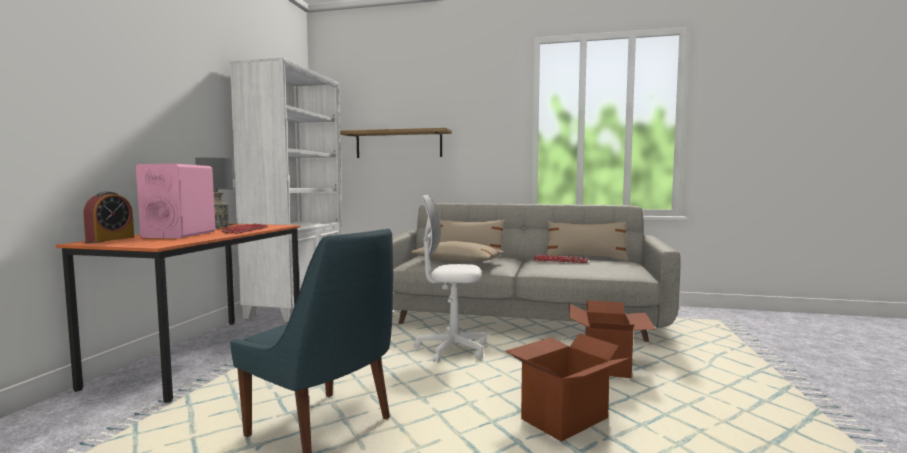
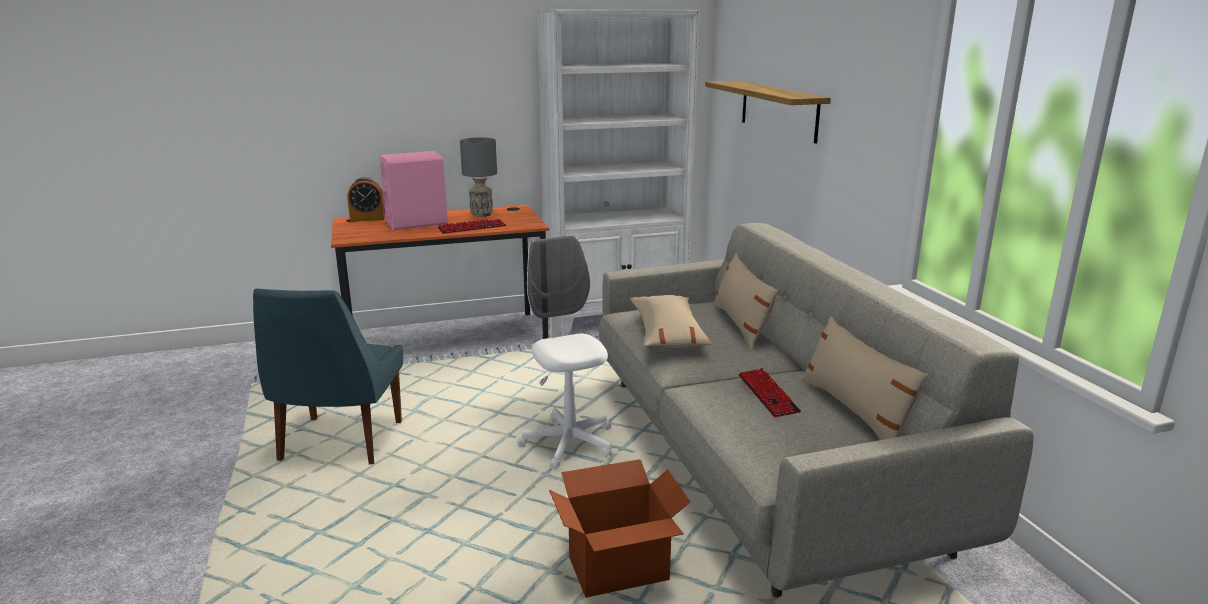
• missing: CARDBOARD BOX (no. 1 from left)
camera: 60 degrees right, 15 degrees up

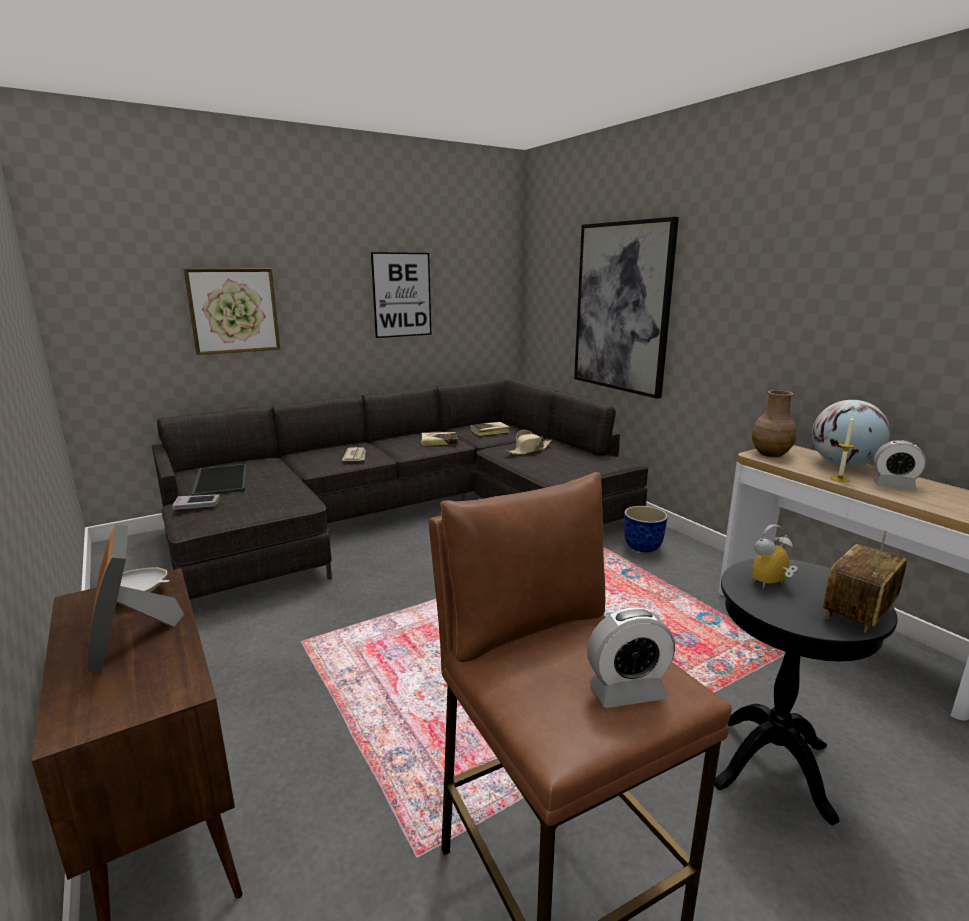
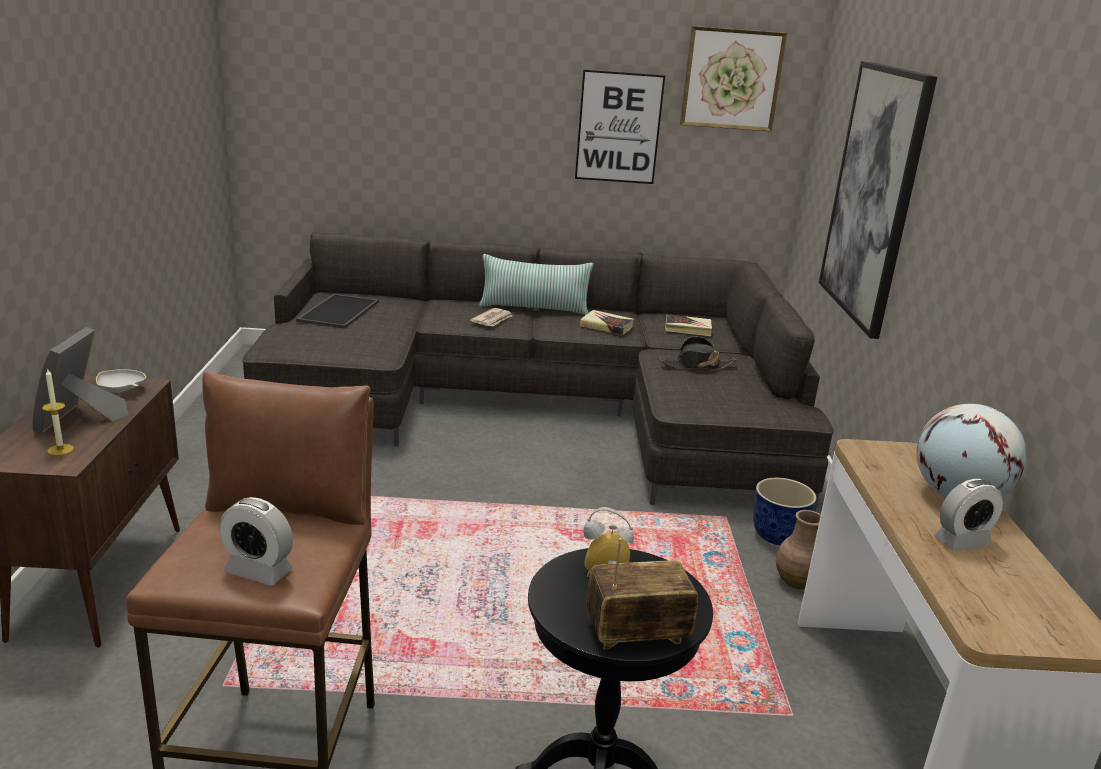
• relocated: CANDLE
• appeared: PILLOW
• colour: BEIGE HAT to BLACK HAT
• relocated: PICTURE (no. 1 from left in the first image) to PICTURE (no. 2 from left)
• relocated: BROWN VASE
• spun: ALARM CLOCK (no. 3 from left) 75 degrees counterclockwise
• missing: BOOK (no. 1 from left)
camera: 30 degrees right, 5 degrees up

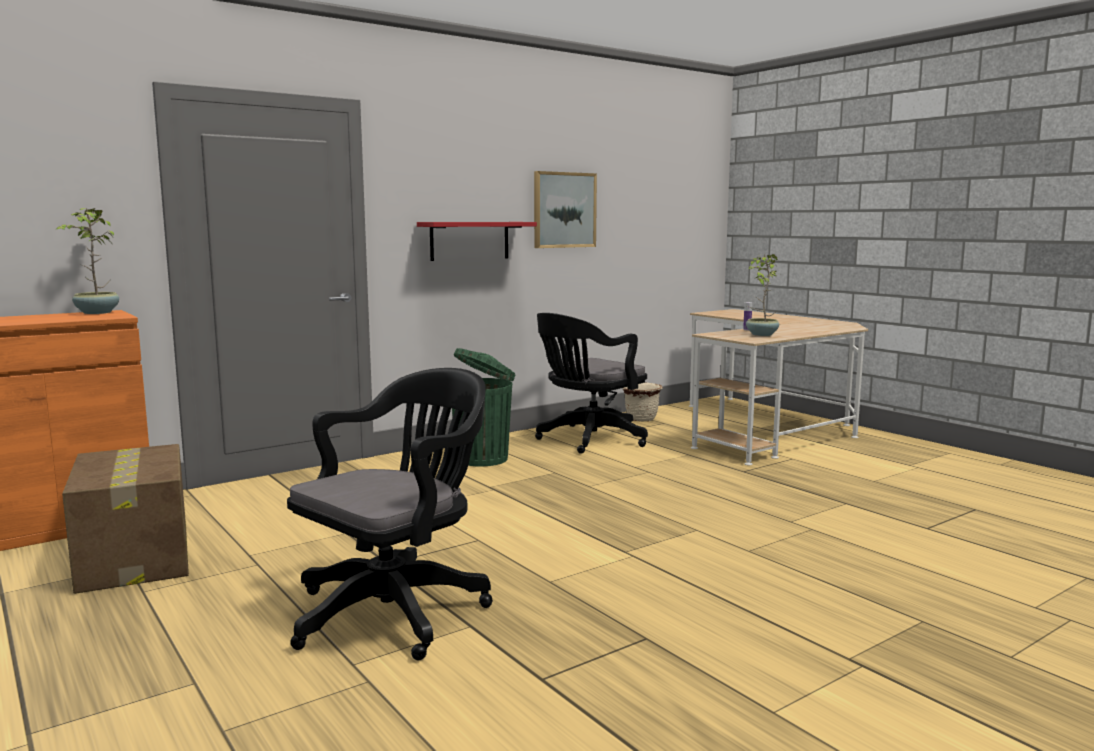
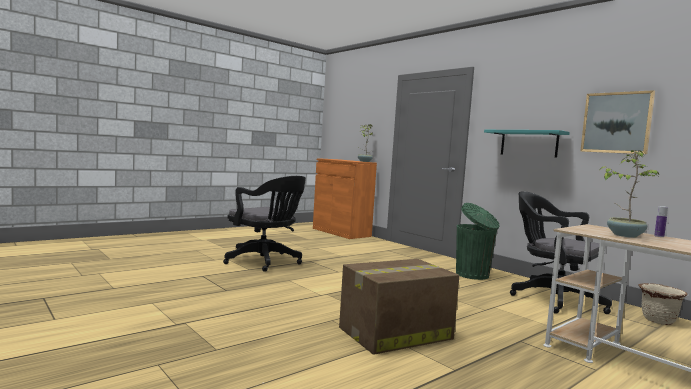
• relocated: CARDBOARD BOX
• colour: RED SHELF to TURQUOISE SHELF
camera: 85 degrees right, 5 degrees down

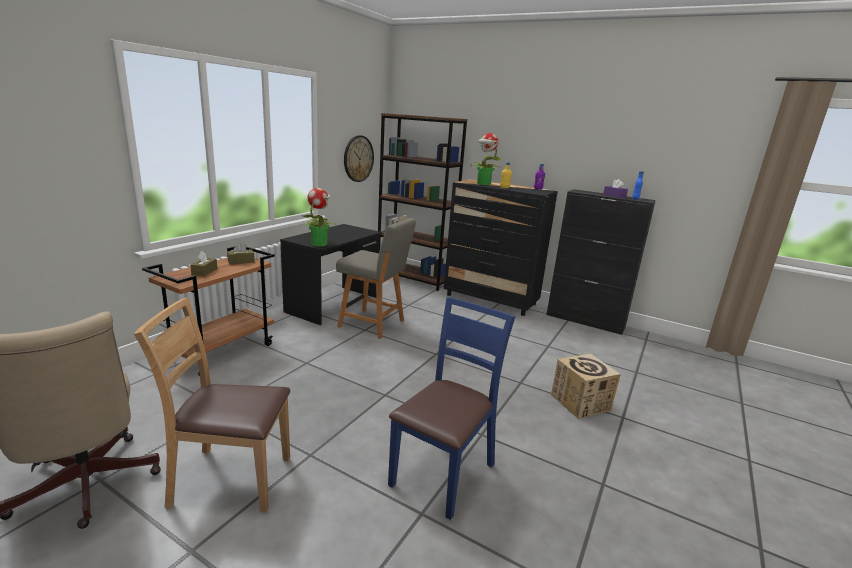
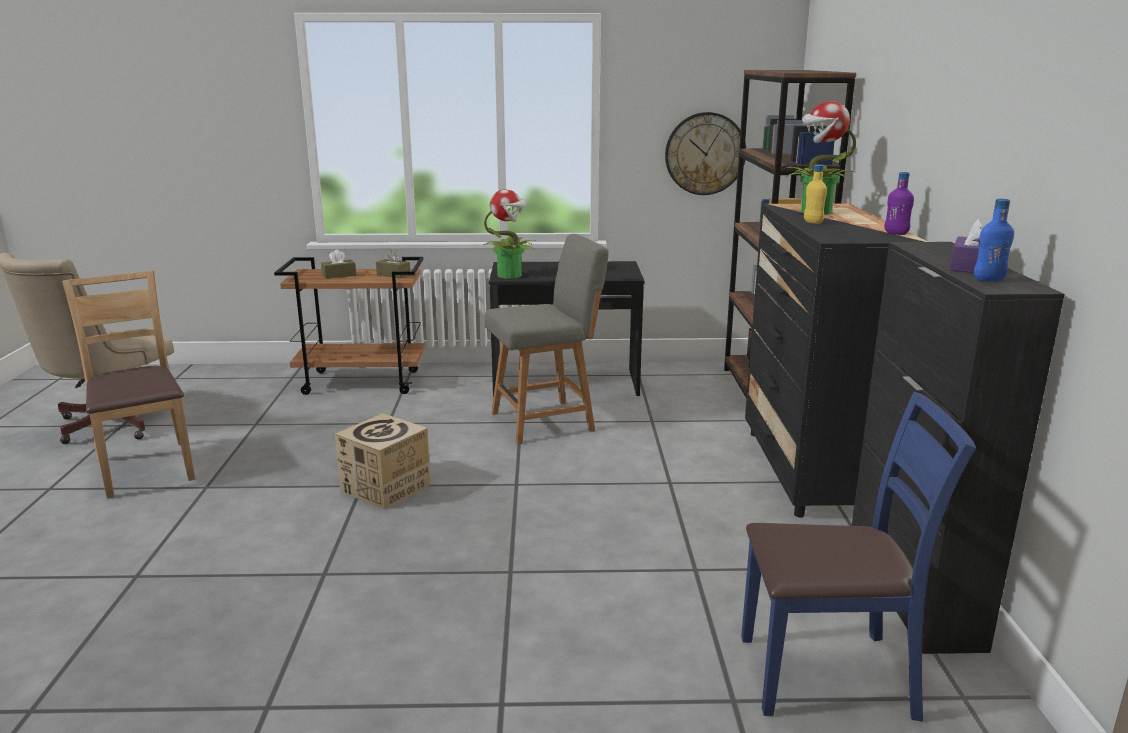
• relocated: CARDBOARD BOX
• spun: GREY CHAIR 105 degrees counterclockwise
• relocated: BLUE CHAIR
camera: 60 degrees right, 0 degrees up

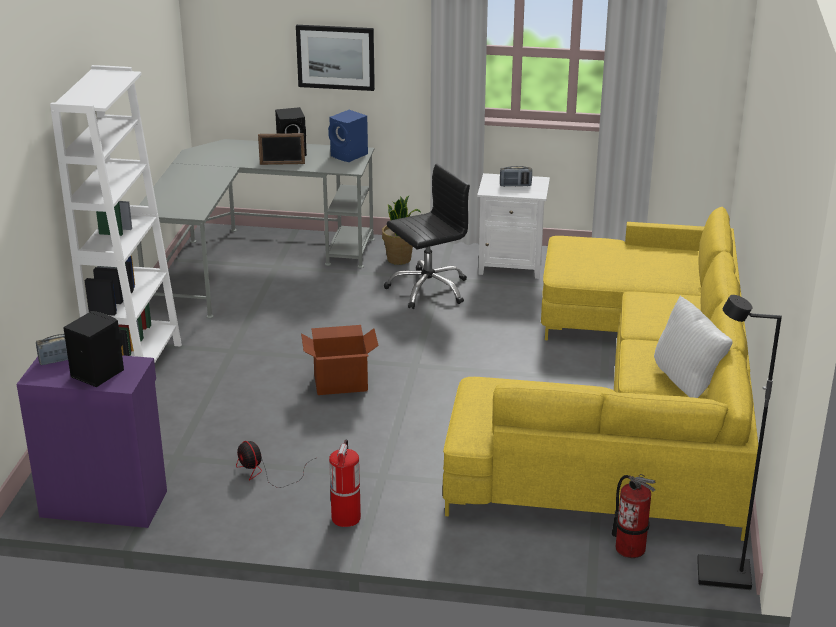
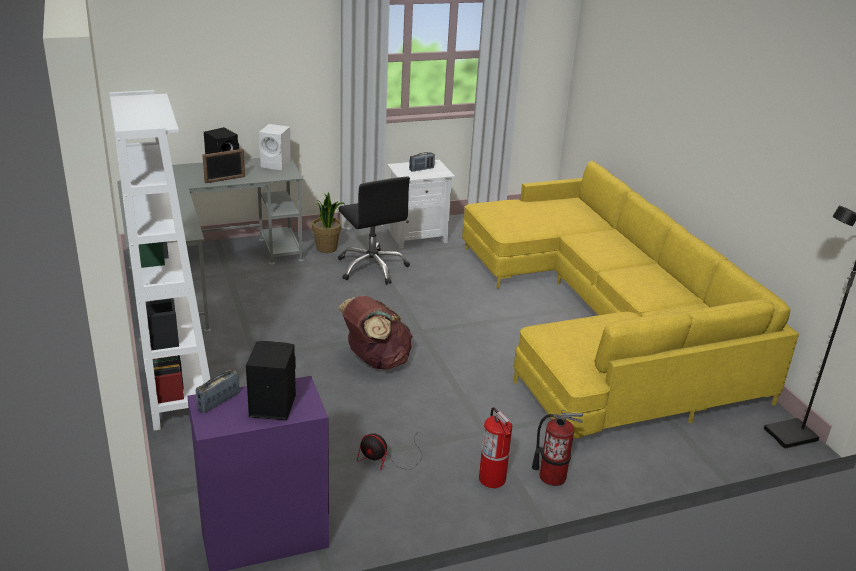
• colour: BLUE SPEAKER to WHITE SPEAKER
• exchanged: CARDBOARD BOX to BROWN BACKPACK
• spun: BLACK OFFICE CHAIR 120 degrees clockwise
• relocated: FIRE EXTINGUISHER (no. 2 from left)
• missing: PICTURE
• missing: WHITE PILLOW
camera: 30 degrees left, 0 degrees up

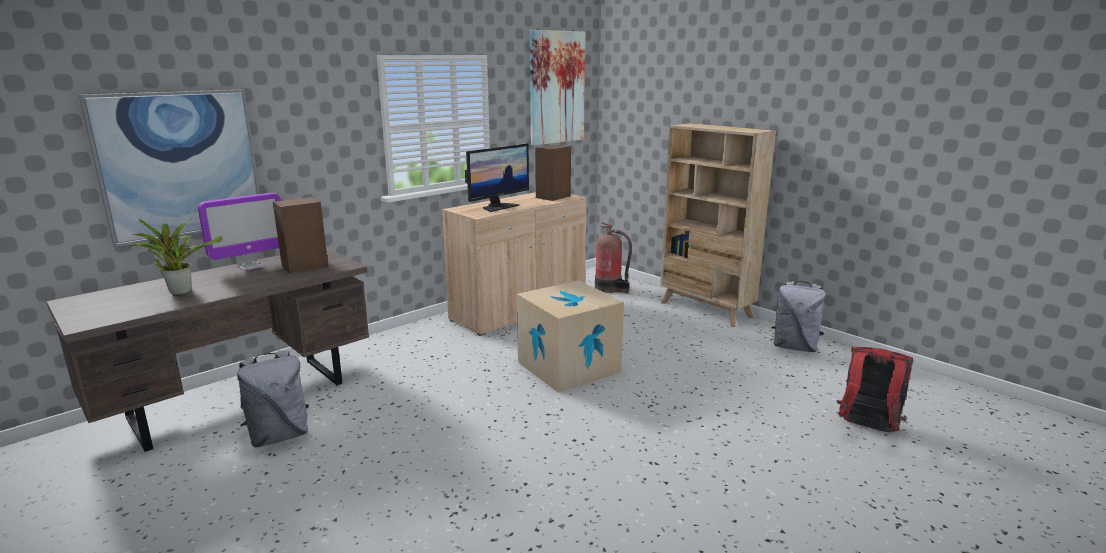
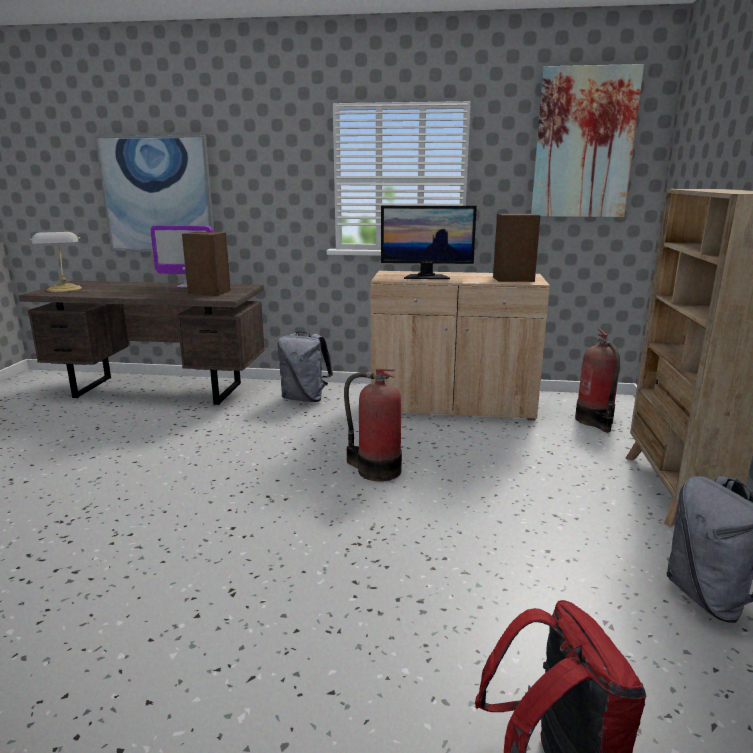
• appeared: TABLE LAMP
• relocated: GREY BACKPACK (no. 1 from left)
• exchanged: CARDBOARD BOX to FIRE EXTINGUISHER (no. 1 from left)
• missing: POTTED PLANT
camera: 50 degrees right, 0 degrees up

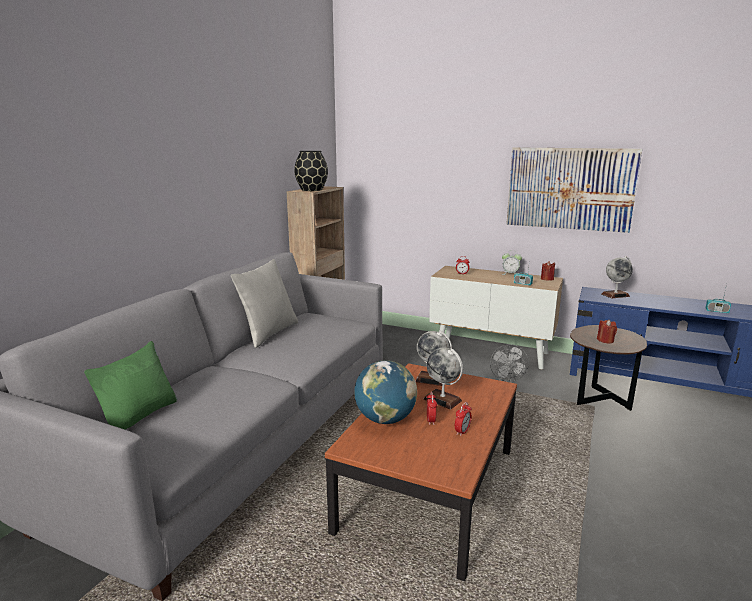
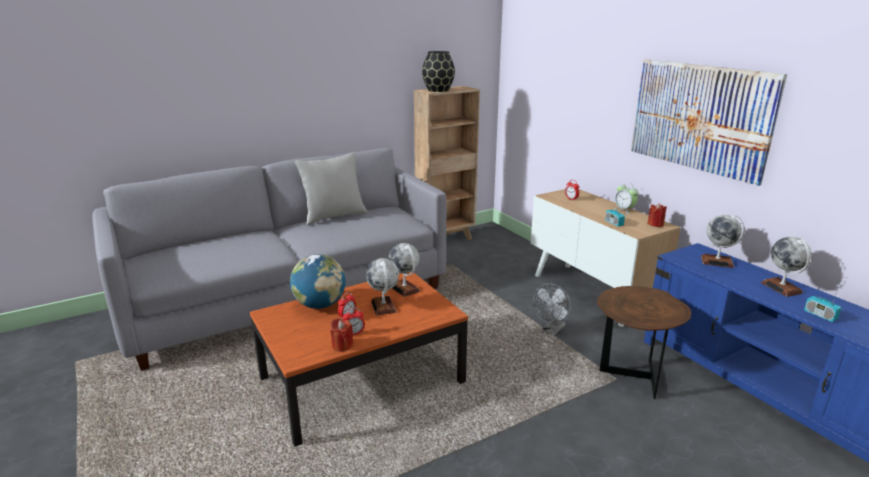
• relocated: RED CANDLE (no. 2 from left in the first image) to RED CANDLE (no. 1 from left)
• appeared: GLOBE (no. 5 from left)
• missing: GREEN PILLOW
camera: 35 degrees right, 5 degrees up

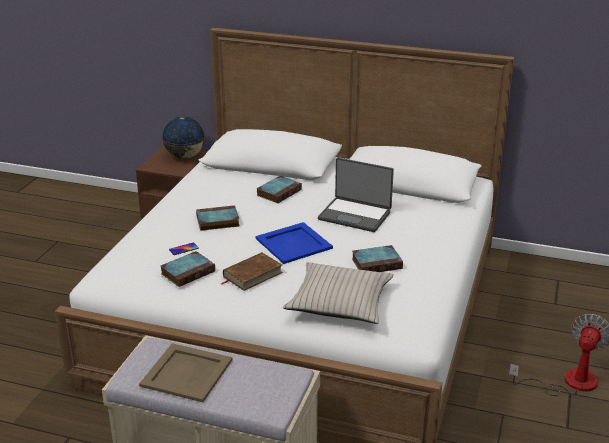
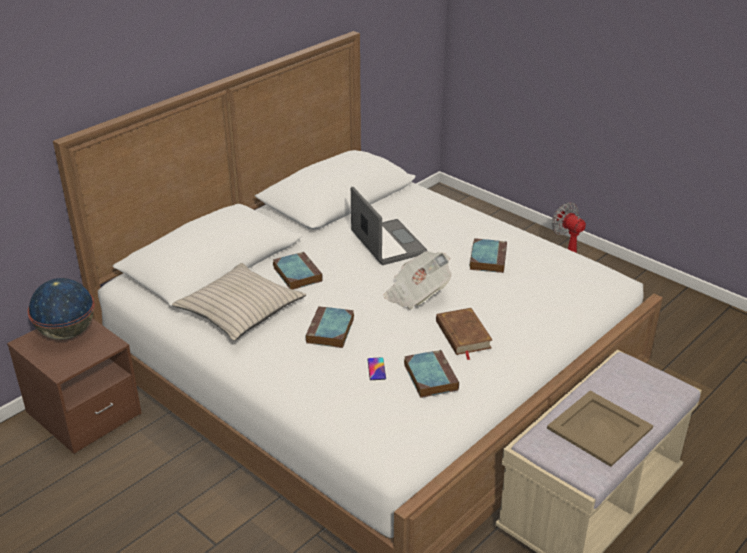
• relocated: BEIGE PILLOW
• spun: LAPTOP 75 degrees counterclockwise
• exchanged: BLUE TRAY to NEWSPAPER
camera: 65 degrees left, 5 degrees up

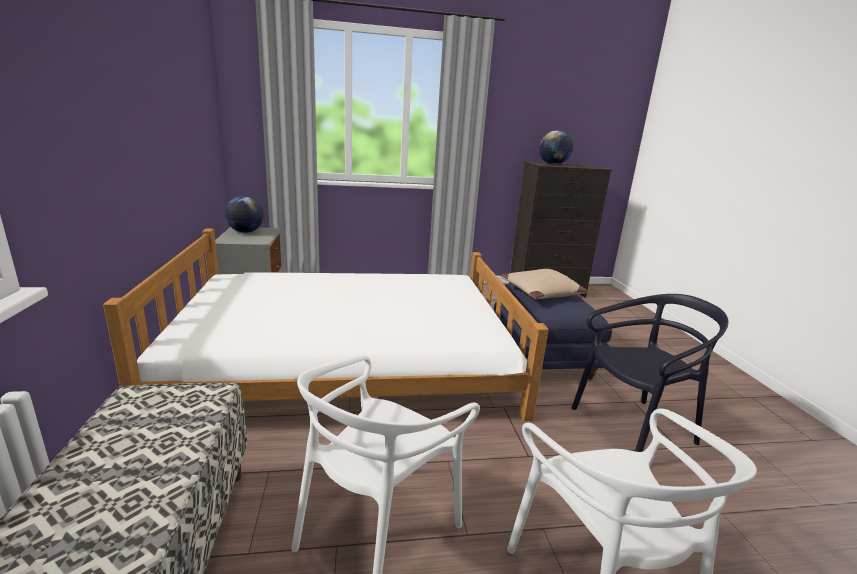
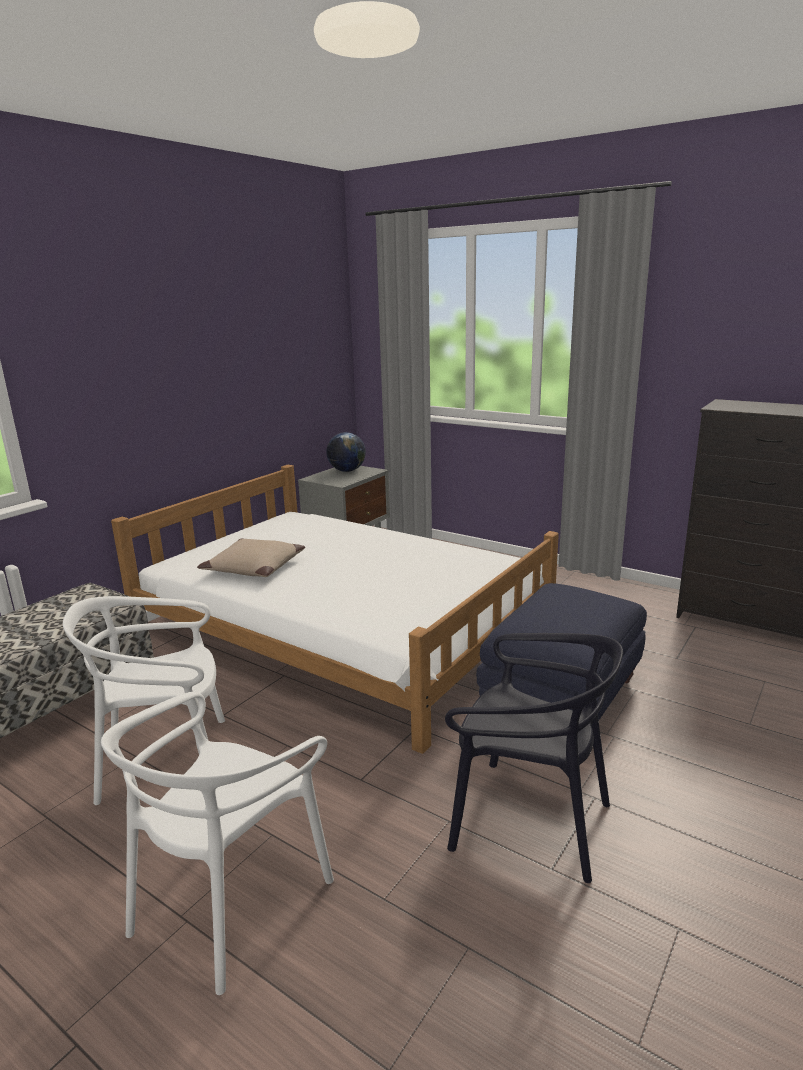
• relocated: BEIGE PILLOW
• missing: GLOBE (no. 2 from left)
camera: 45 degrees right, 0 degrees up

